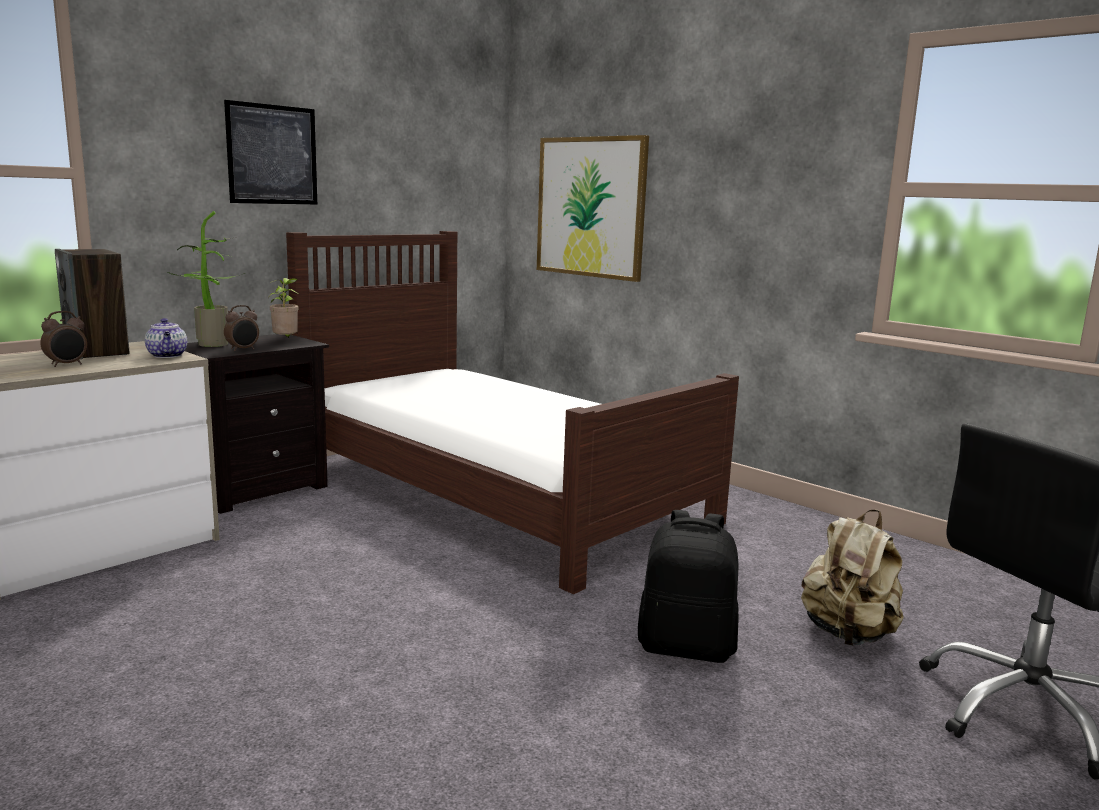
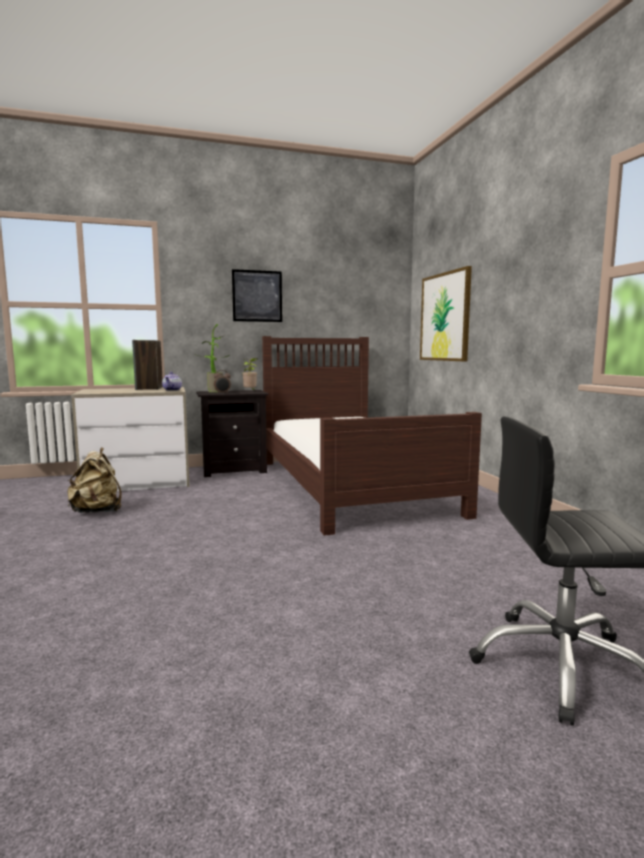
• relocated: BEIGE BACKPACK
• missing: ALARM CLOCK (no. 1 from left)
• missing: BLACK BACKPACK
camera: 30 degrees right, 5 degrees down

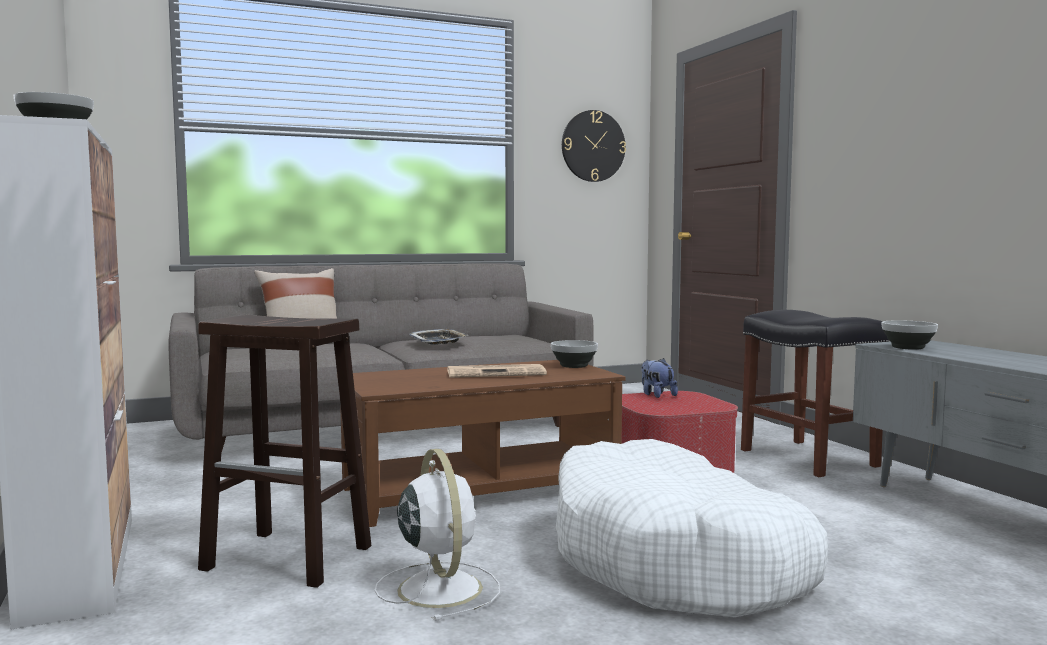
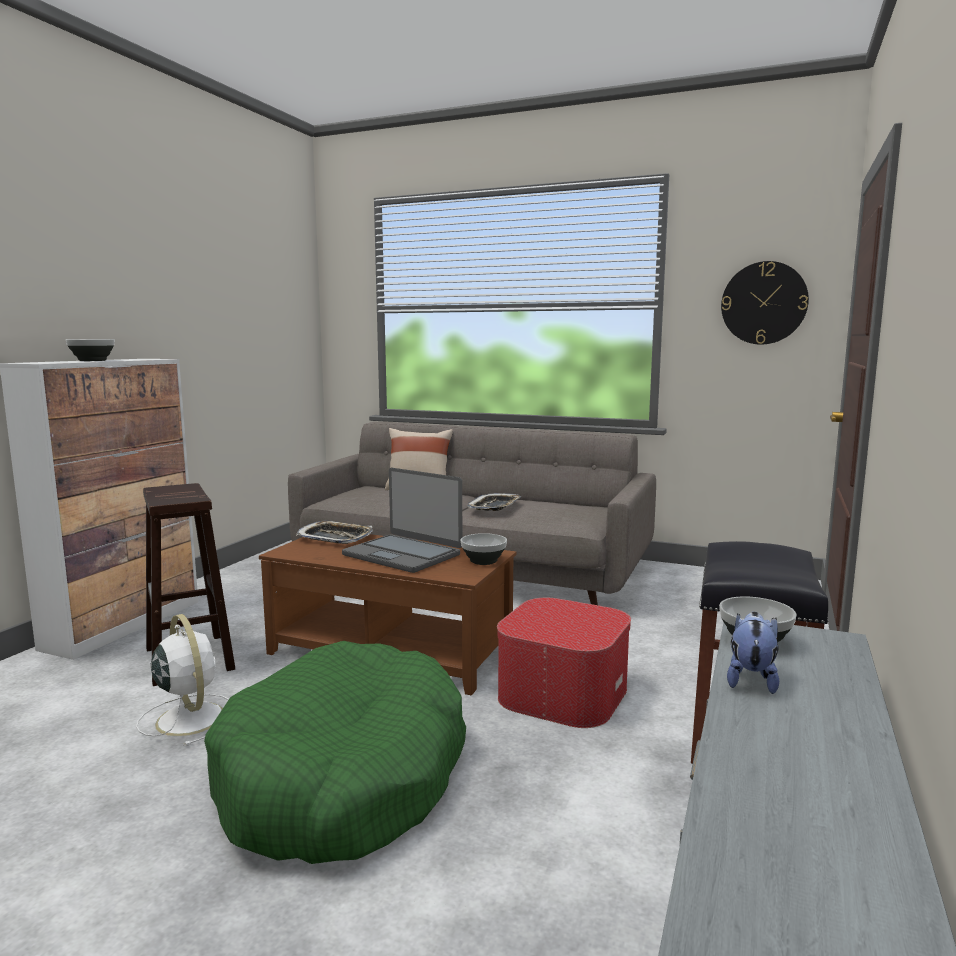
• spun: WHITE FAN 60 degrees counterclockwise
• colour: WHITE DOG BED to GREEN DOG BED
• appeared: TRAY (no. 1 from left)
• exchanged: NEWSPAPER to LAPTOP
• relocated: PLUSH TOY
camera: 45 degrees right, 5 degrees up

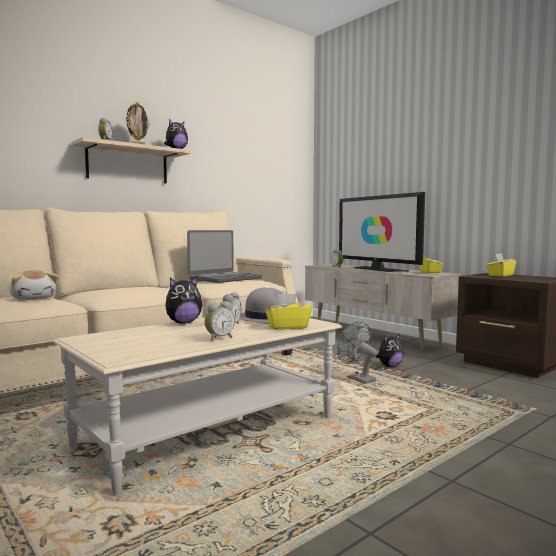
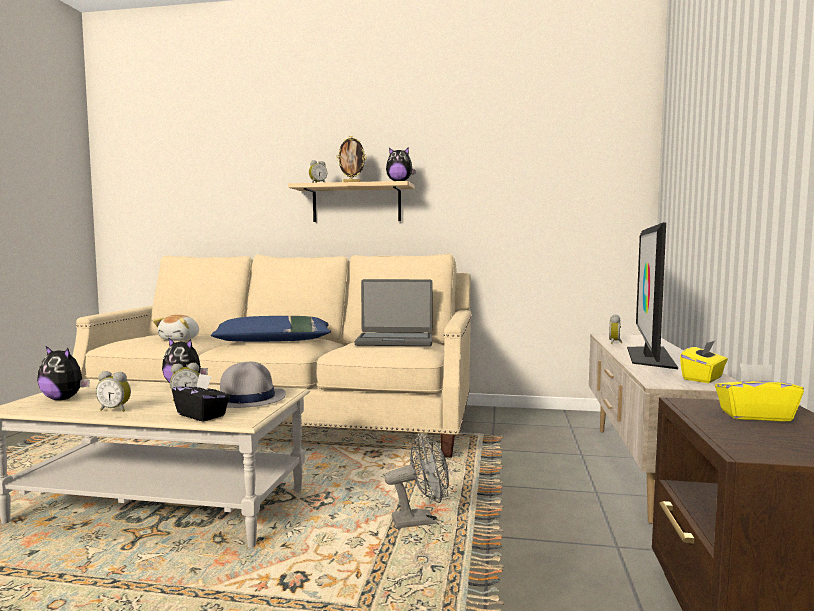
• relocated: PLUSH TOY (no. 4 from left in the first image) to PLUSH TOY (no. 1 from left)
• colour: YELLOW TISSUE BOX (no. 1 from left) to BLACK TISSUE BOX
• appeared: BLUE PILLOW
• spun: GREY FAN 60 degrees clockwise
camera: 50 degrees right, 0 degrees up

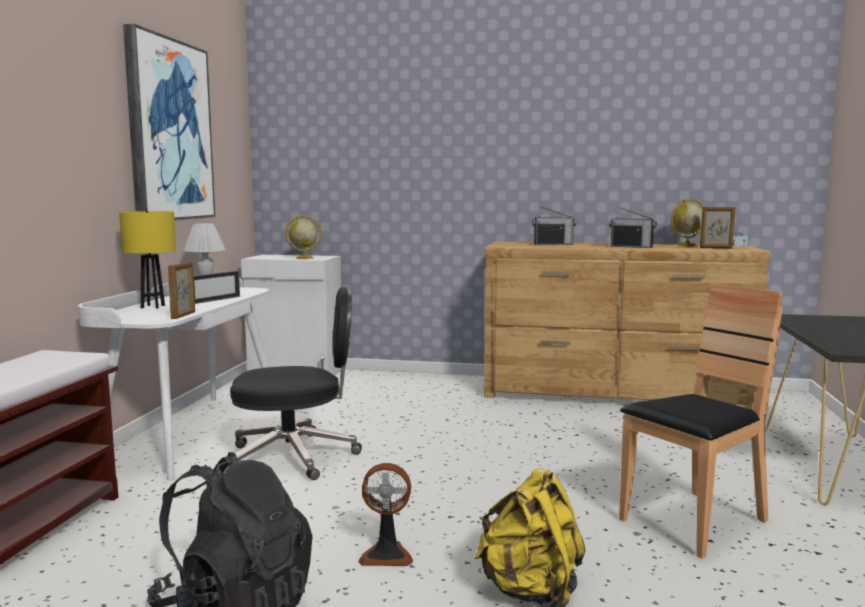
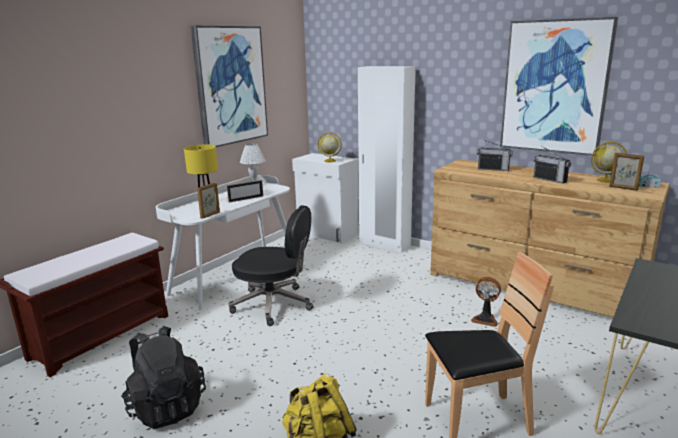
• appeared: WHITE WARDROBE
• relocated: FAN
• appeared: PICTURE (no. 2 from left)
camera: 25 degrees right, 10 degrees up

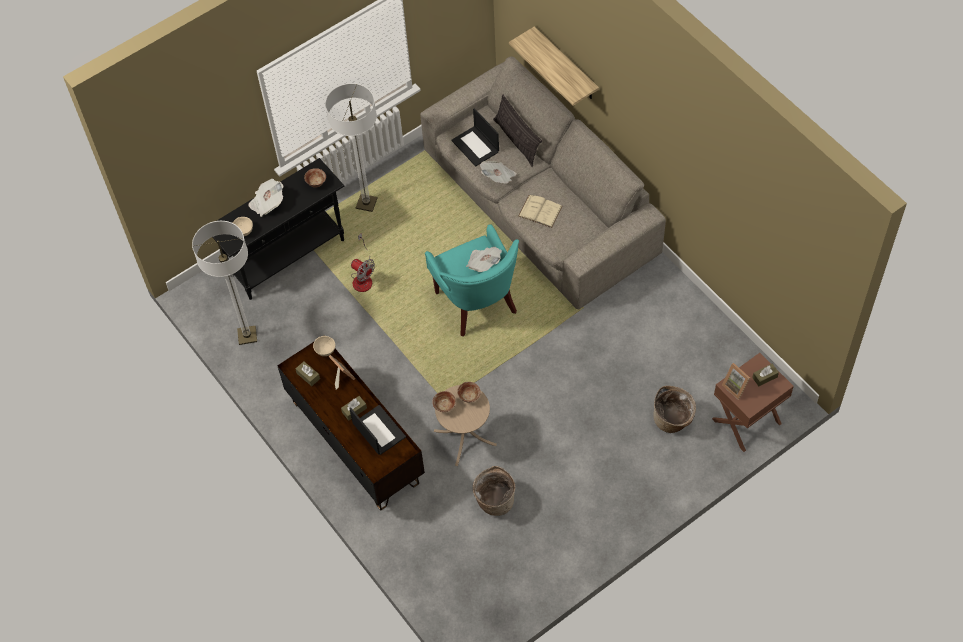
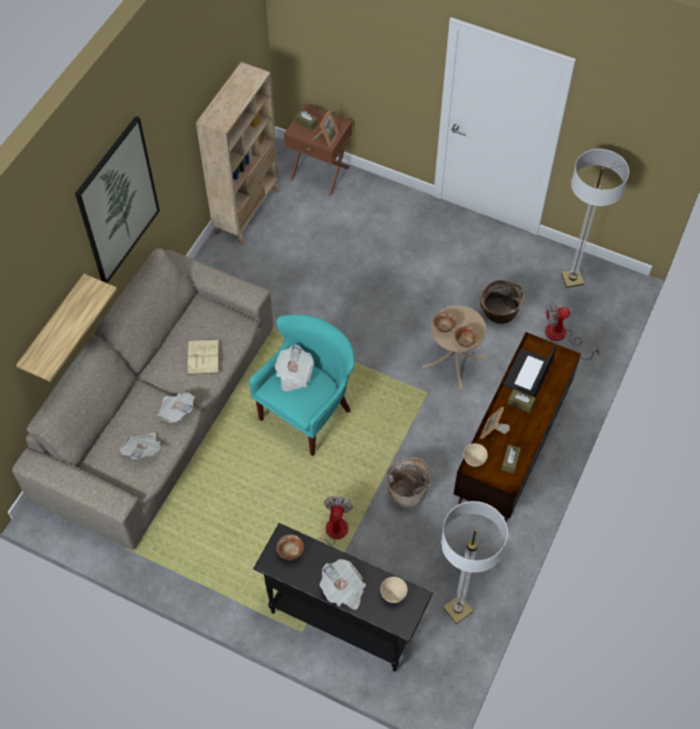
• appeared: PICTURE
• exchanged: LAPTOP (no. 2 from left) to NEWSPAPER (no. 1 from left)
• appeared: BEIGE BOOKCASE
• relocated: BASKET (no. 2 from left in the first image) to BASKET (no. 1 from left)
• appeared: FAN (no. 2 from left)
• relocated: FLOOR LAMP (no. 2 from left)
• missing: PILLOW
camera: 120 degrees left, 0 degrees up

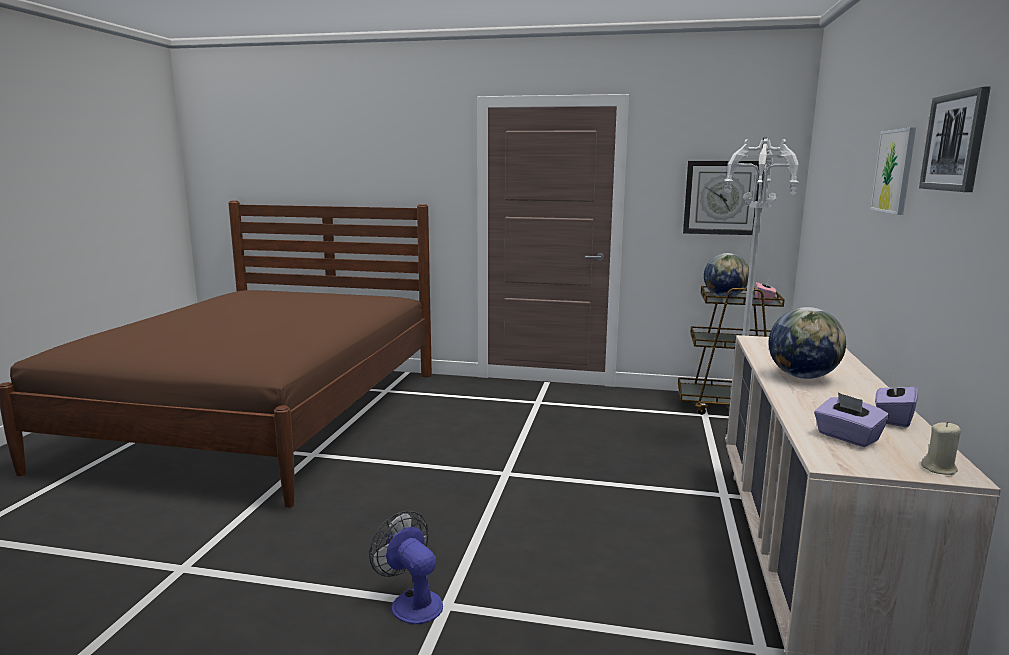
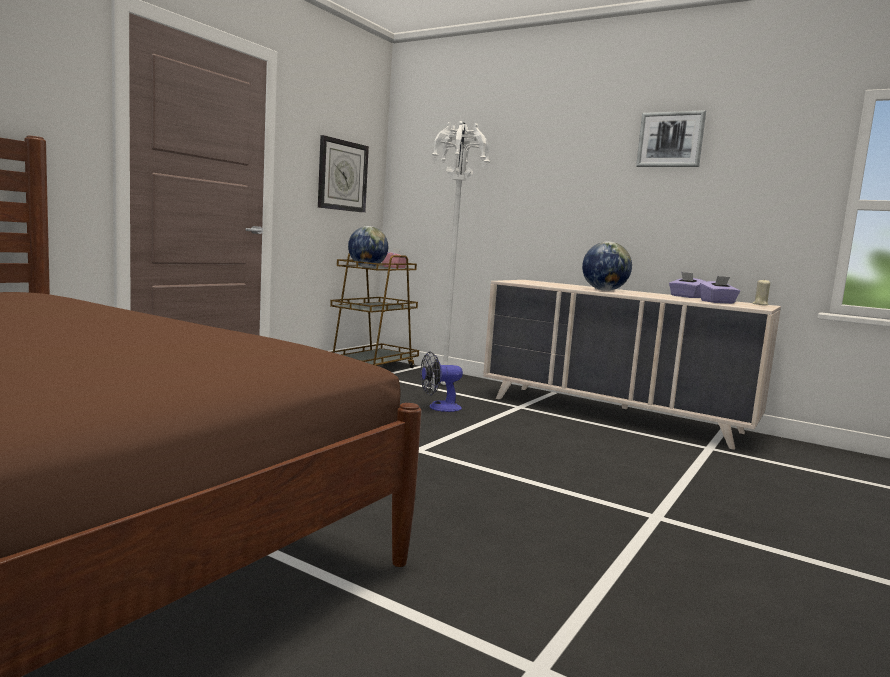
• relocated: FAN
• missing: PICTURE (no. 1 from left)
camera: 70 degrees left, 5 degrees down

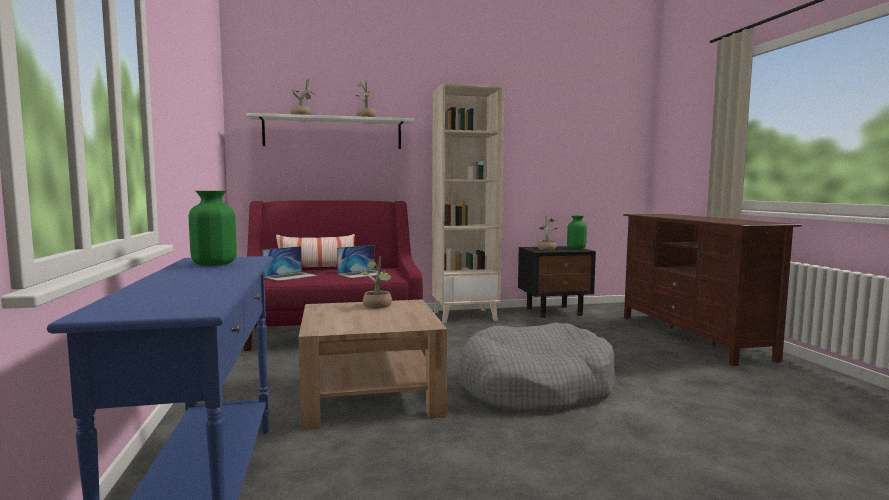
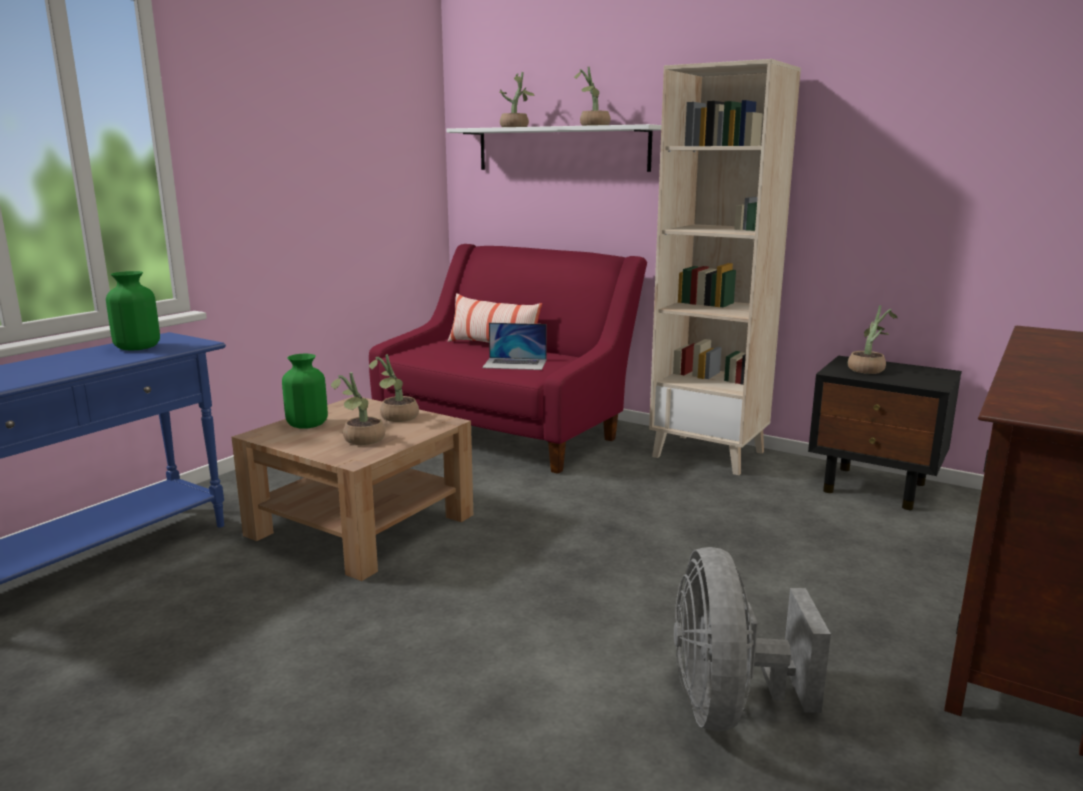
• relocated: GREEN VASE (no. 2 from left)
• appeared: POTTED PLANT (no. 1 from left)
• appeared: GREY FAN
• missing: LAPTOP (no. 1 from left)
• missing: GREY DOG BED
camera: 45 degrees right, 10 degrees up

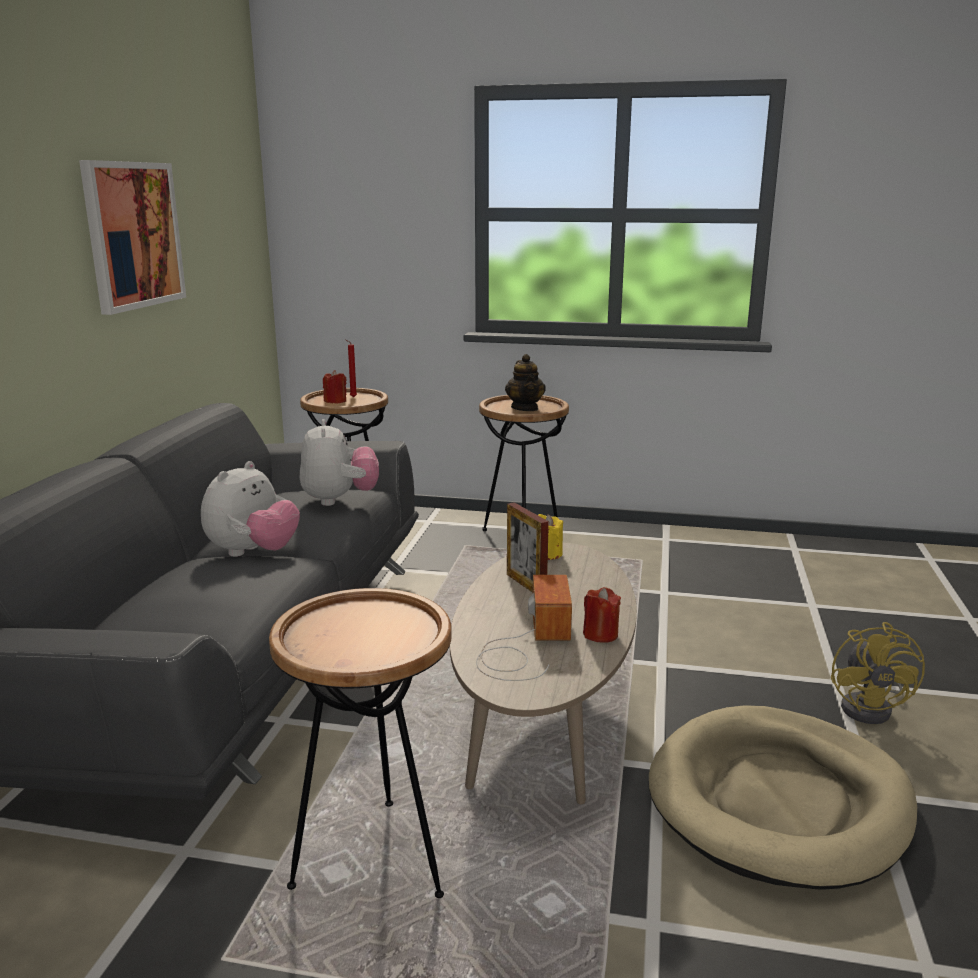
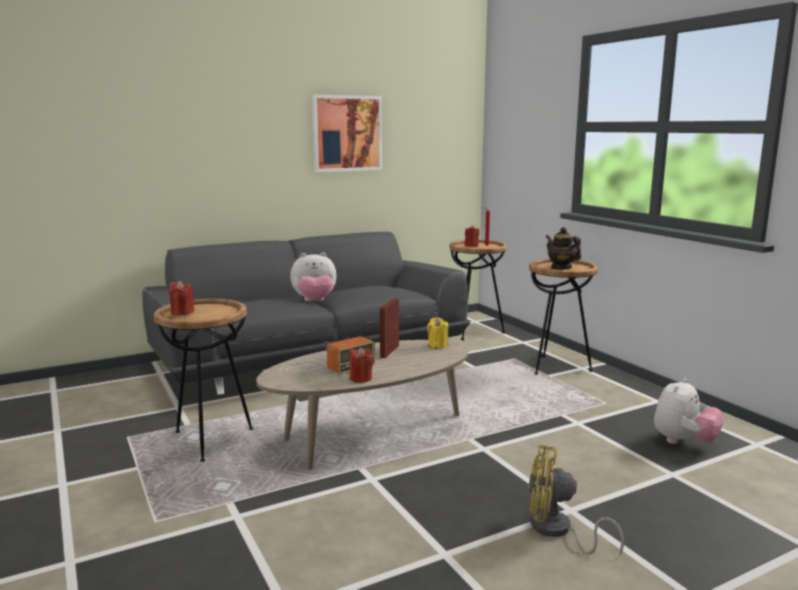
• appeared: RED CANDLE (no. 1 from left)
• spun: YELLOW FAN 45 degrees clockwise
• spun: TEAPOT 105 degrees clockwise
• relocated: PLUSH TOY (no. 2 from left)
• missing: BEIGE DOG BED
camera: 50 degrees right, 5 degrees down

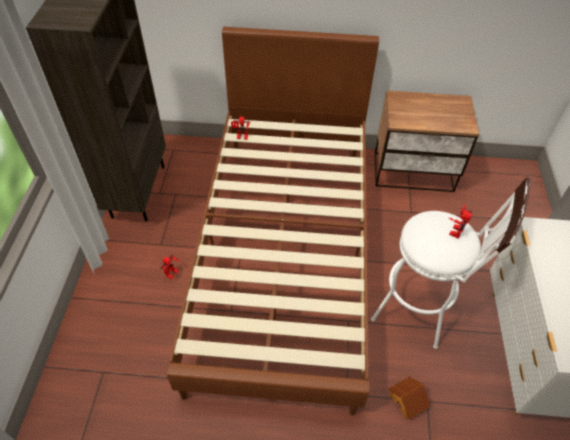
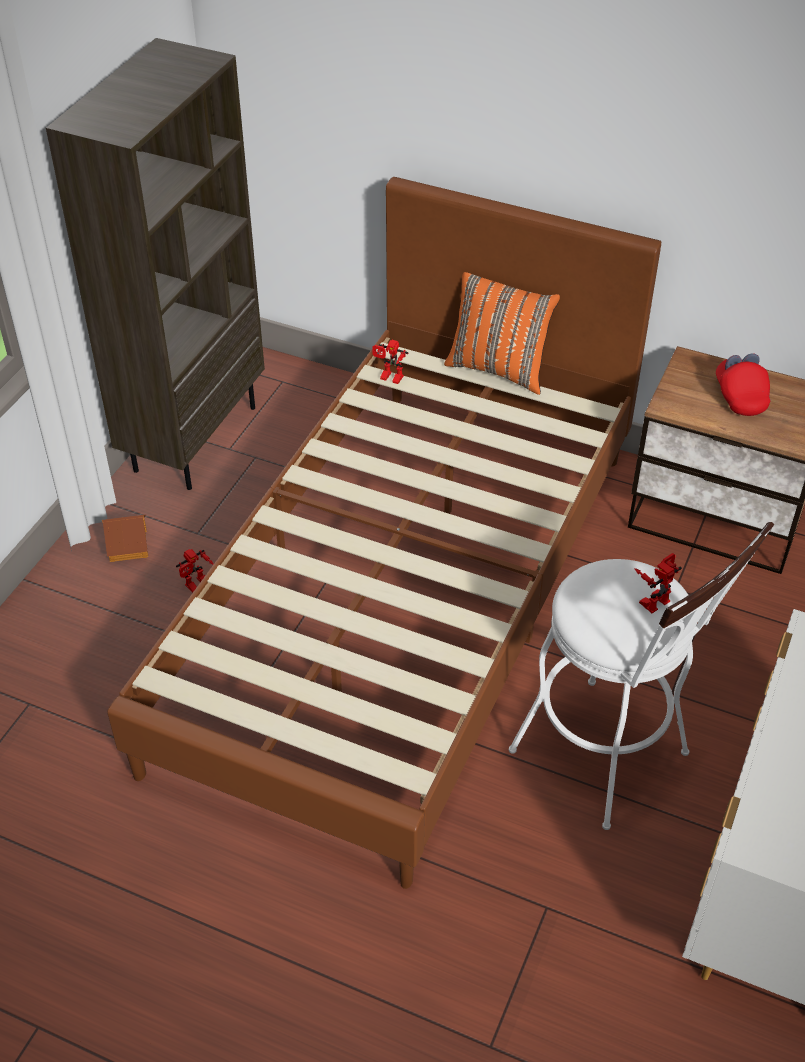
• relocated: TOY HOUSE
• appeared: ORANGE PILLOW
• appeared: RED CAP
camera: 20 degrees right, 5 degrees down

